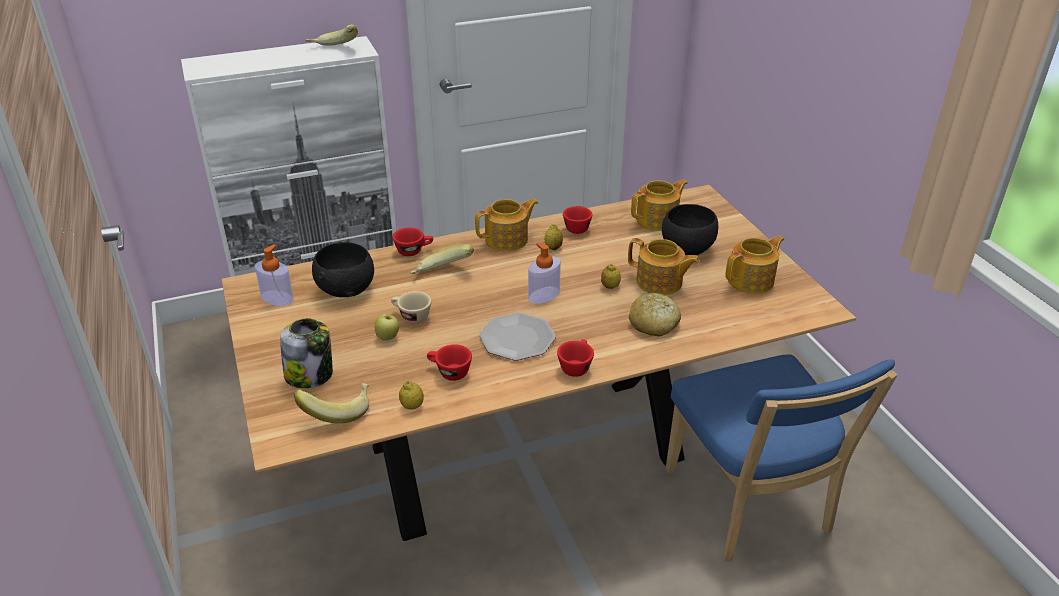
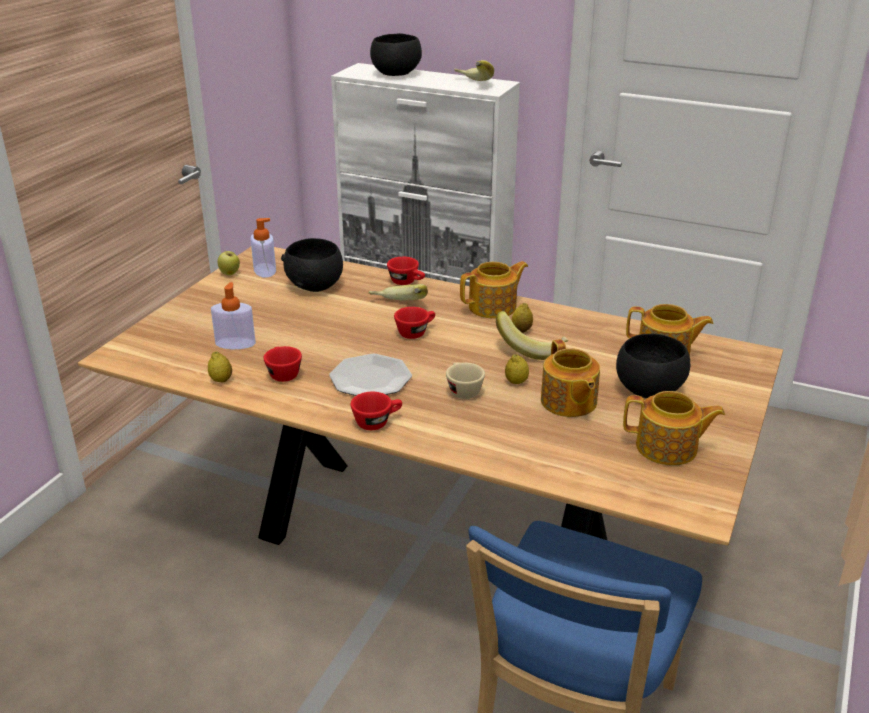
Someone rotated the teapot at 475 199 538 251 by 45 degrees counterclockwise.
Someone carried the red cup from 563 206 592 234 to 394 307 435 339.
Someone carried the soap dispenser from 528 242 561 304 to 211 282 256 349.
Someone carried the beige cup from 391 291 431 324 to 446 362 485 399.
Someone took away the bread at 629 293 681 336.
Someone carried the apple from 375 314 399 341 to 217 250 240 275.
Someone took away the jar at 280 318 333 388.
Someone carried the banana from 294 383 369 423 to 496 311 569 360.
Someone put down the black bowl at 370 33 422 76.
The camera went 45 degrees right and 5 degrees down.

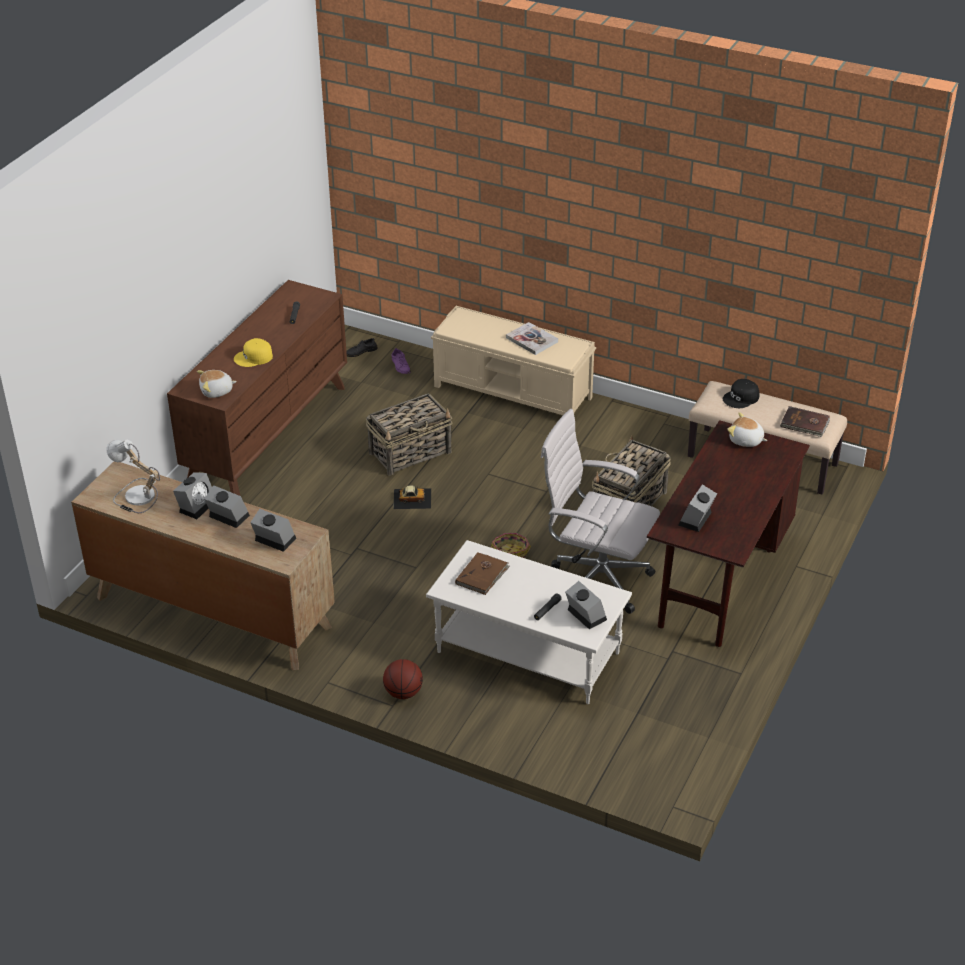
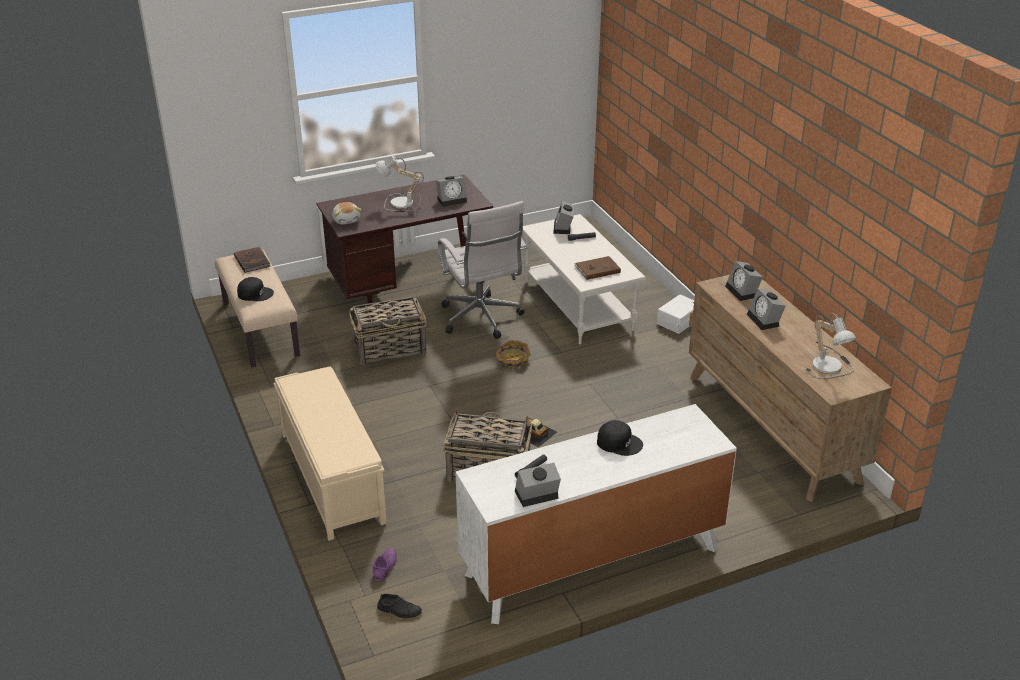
Someone repainted the brown dresser at 167 280 347 496, which became the white dresser at 455 404 737 624.
Someone took away the book at 506 322 558 355.
Someone repainted the yellow cap at 234 338 273 367, which became the black cap at 597 420 643 456.
Someone took away the plush toy at 197 370 237 398.
Someone carried the alarm clock from 173 472 212 519 to 515 463 561 507.
Someone swapped the basketball at 383 659 423 699 for the white storage box at 657 294 694 334.
Someone put down the table lamp at 375 156 424 212.
The camera went 140 degrees left and 5 degrees down.

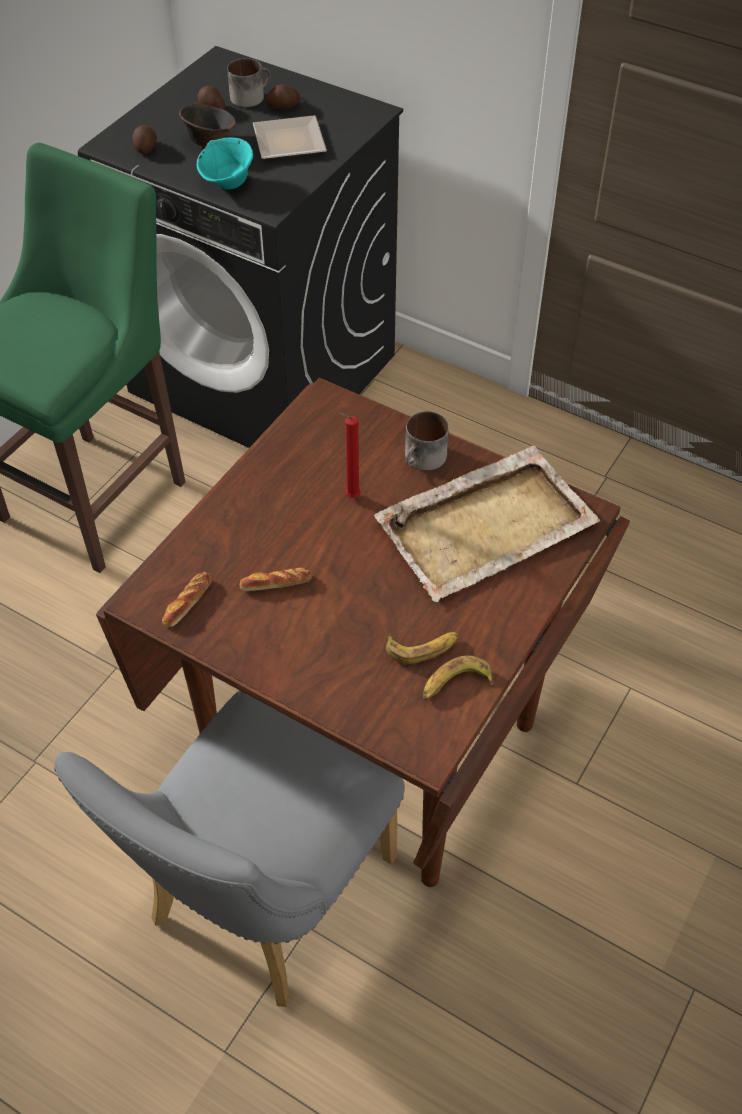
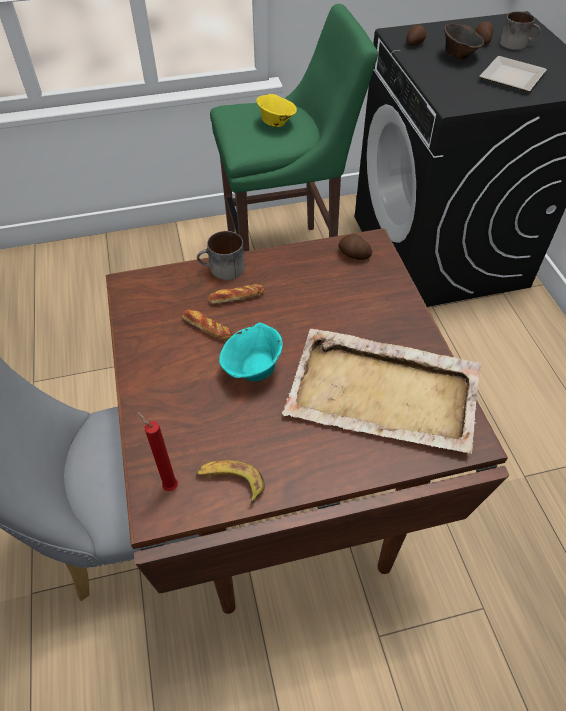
Someone carried the potato from 266 84 301 109 to 338 234 372 260.
Someone carried the turquoise bowl from 197 138 253 189 to 219 322 283 381.
Someone carried the mug from 405 411 449 470 to 197 231 245 280.
Someone carried the red candle from 338 413 360 498 to 137 412 178 491.
Someone carried the bread from 162 572 212 627 to 208 284 264 304.
Someone took away the banana at 386 632 459 664.
Someone put down the yellow bowl at 256 94 297 127.
The camera went 45 degrees right and 0 degrees up.

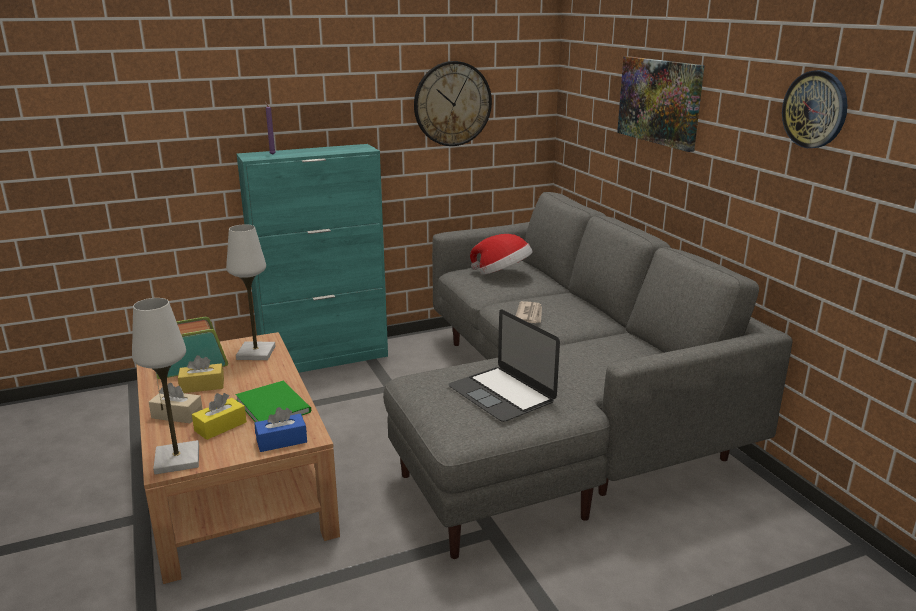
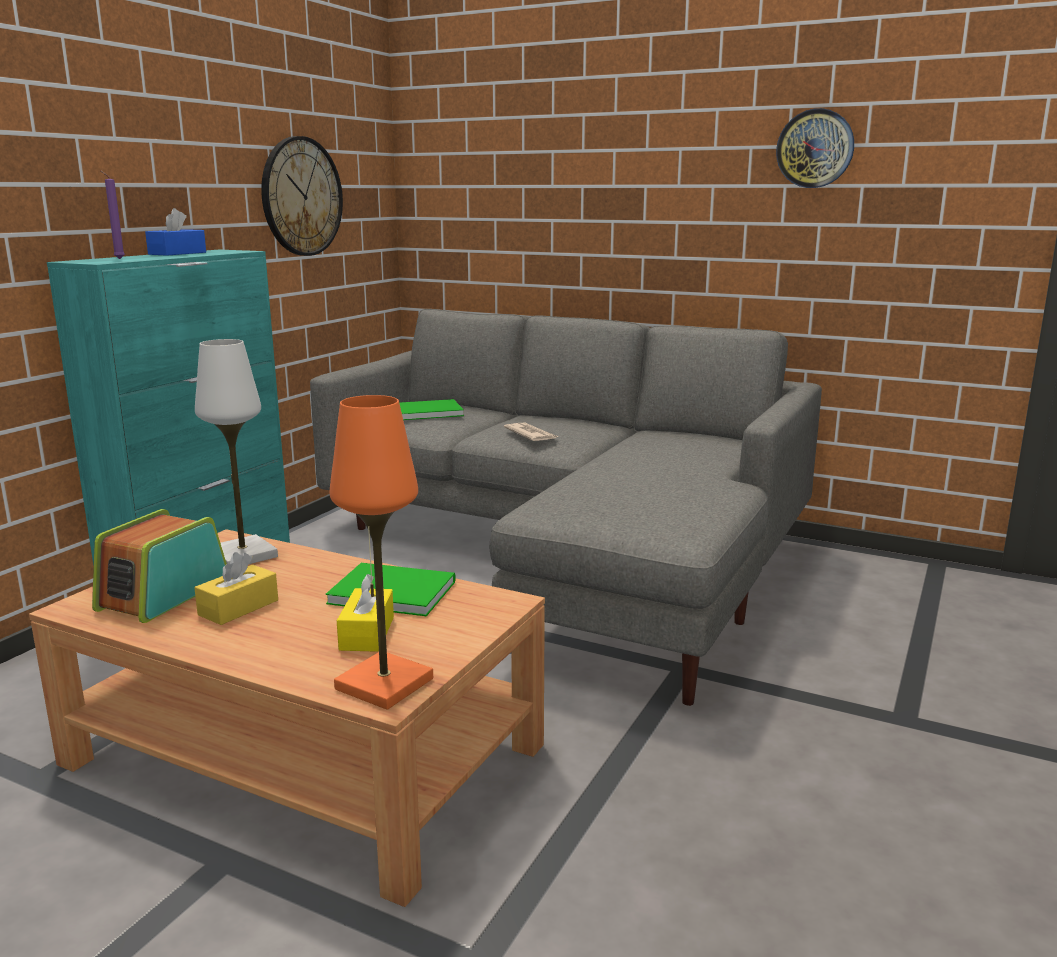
Someone took away the picture at 617 56 705 152.
Someone swapped the hat at 470 234 532 275 for the green book at 399 399 464 420.
Someone repainted the white table lamp at 132 298 199 475, which became the orange table lamp at 330 395 433 710.
Someone took away the laptop at 448 310 560 422.
Someone took away the beige tissue box at 149 383 203 424.
Someone carried the blue tissue box from 255 407 307 452 to 145 208 206 255.
The camera went 40 degrees left and 5 degrees down.

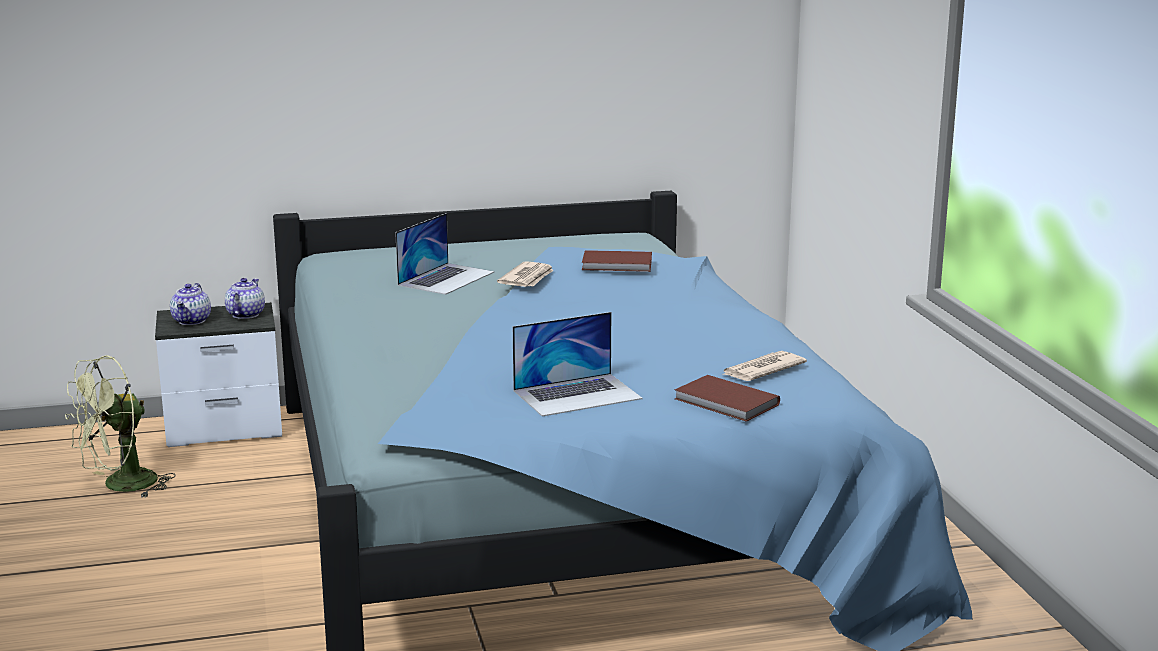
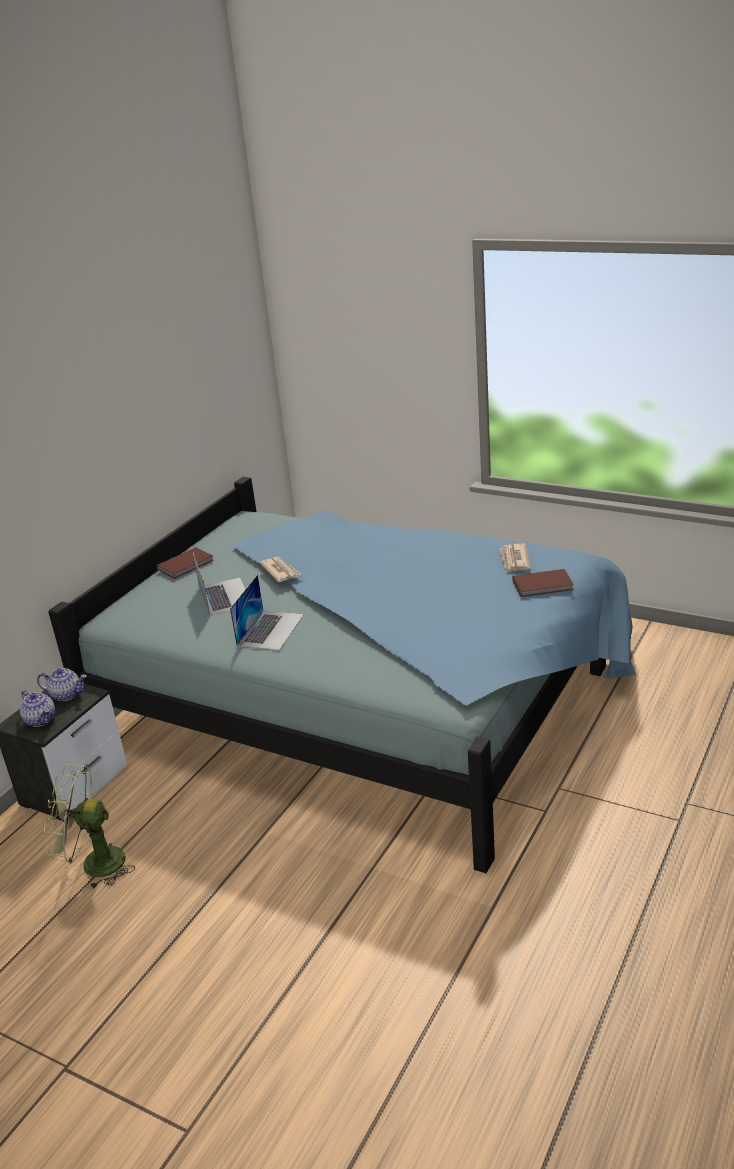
Someone carried the brown book from 582 250 652 272 to 156 547 214 579.
Someone rotated the teapot at 225 278 265 319 by 135 degrees clockwise.
Someone carried the laptop from 513 312 643 417 to 230 575 304 651.
Someone rotated the green fan at 65 355 175 498 by 90 degrees clockwise.
The camera went 45 degrees left and 10 degrees up.

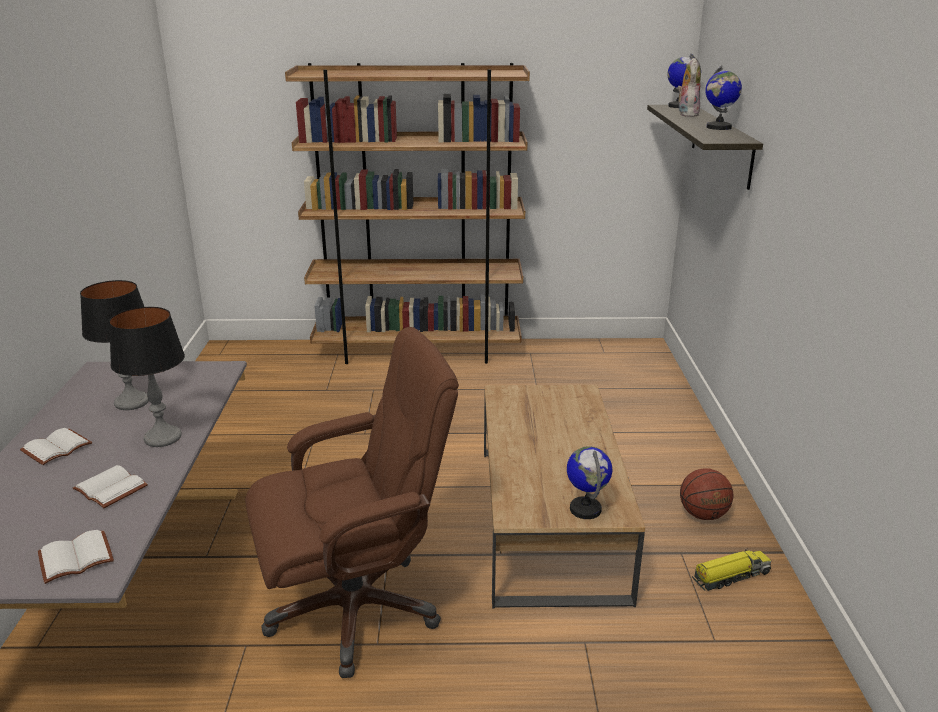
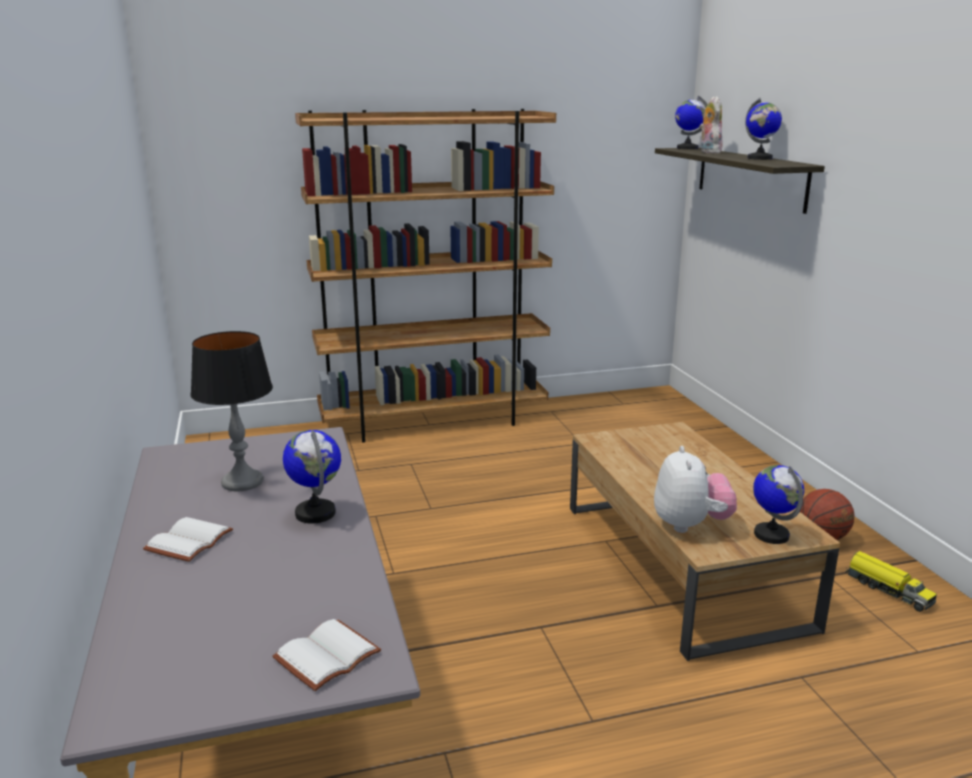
Someone swapped the table lamp at 109 307 185 447 for the globe at 283 430 341 523.
Someone took away the brown office chair at 245 327 459 678.
Someone took away the white book at 73 465 148 508.
Someone rotated the toy truck at 692 548 771 591 by 90 degrees clockwise.
Someone put down the plush toy at 654 446 737 533.
The camera went 15 degrees left and 5 degrees down.

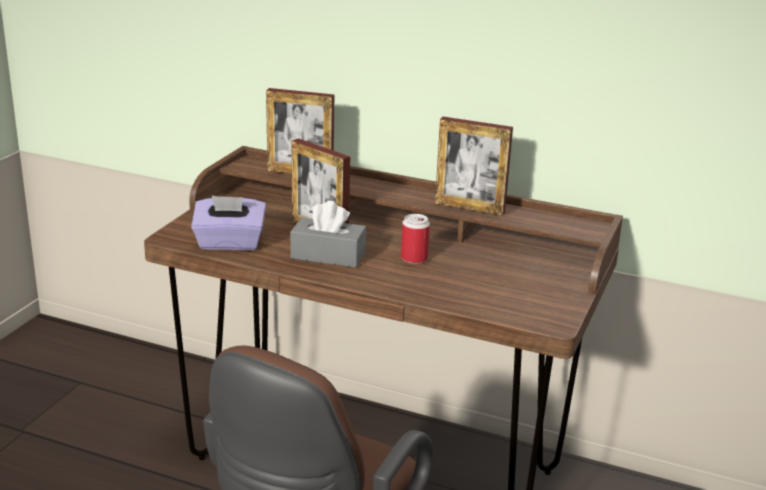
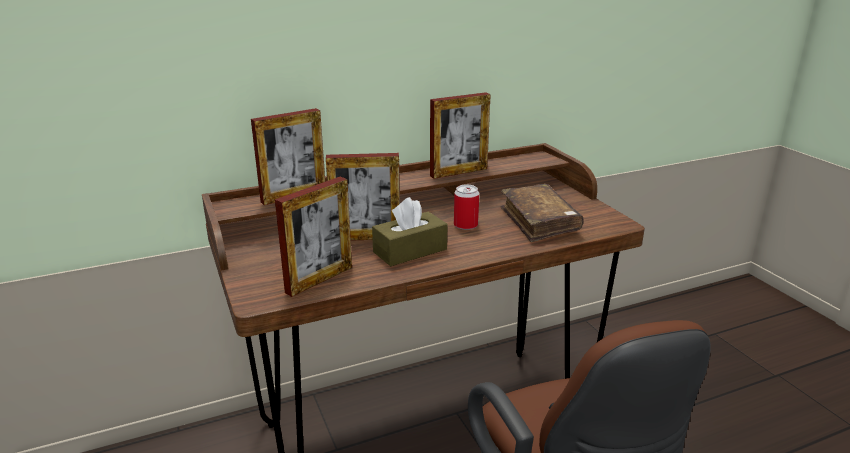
Someone swapped the purple tissue box at 191 196 266 250 for the picture frame at 275 177 352 297.
Someone repainted the grey tissue box at 290 201 366 268, which became the brown tissue box at 372 197 447 266.
Someone put down the brown book at 501 184 584 242.
The camera went 45 degrees left and 0 degrees up.

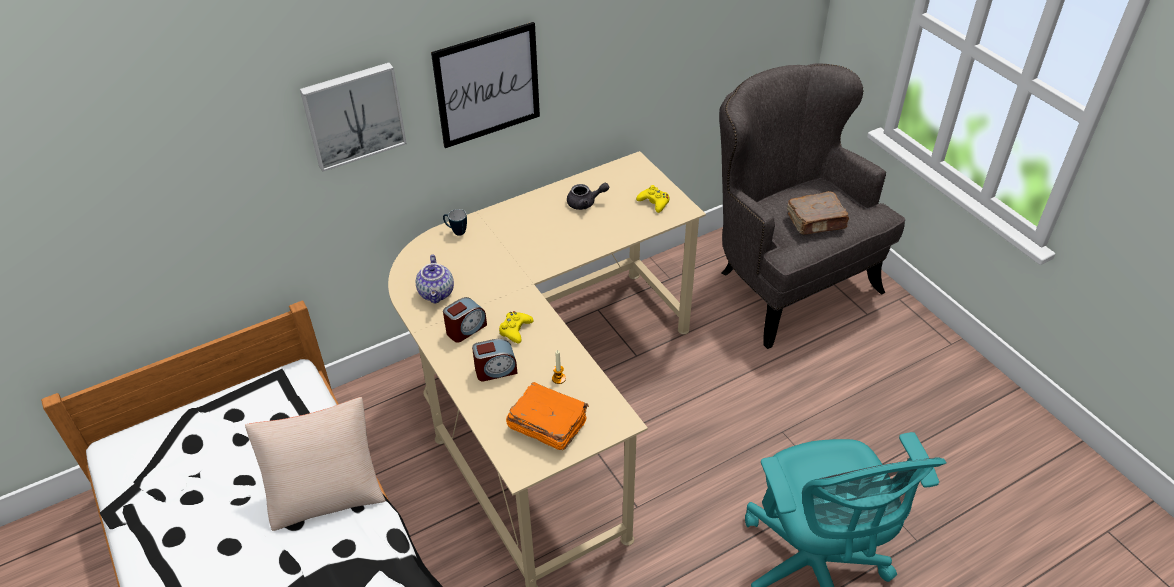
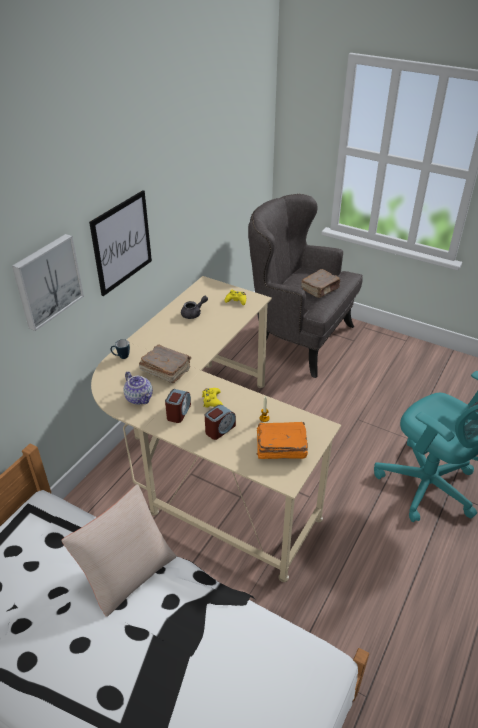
Someone put down the brown book at 139 345 191 383.
The camera went 30 degrees left and 5 degrees down.

